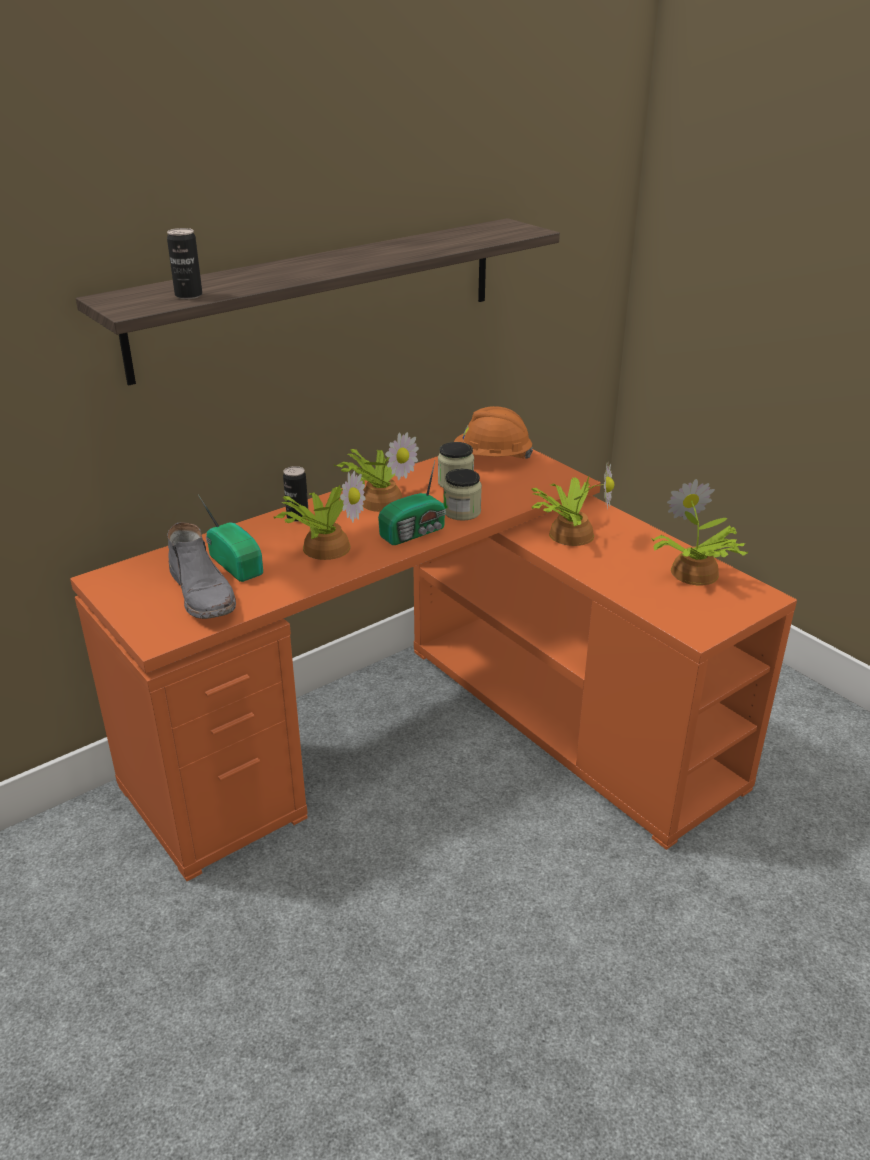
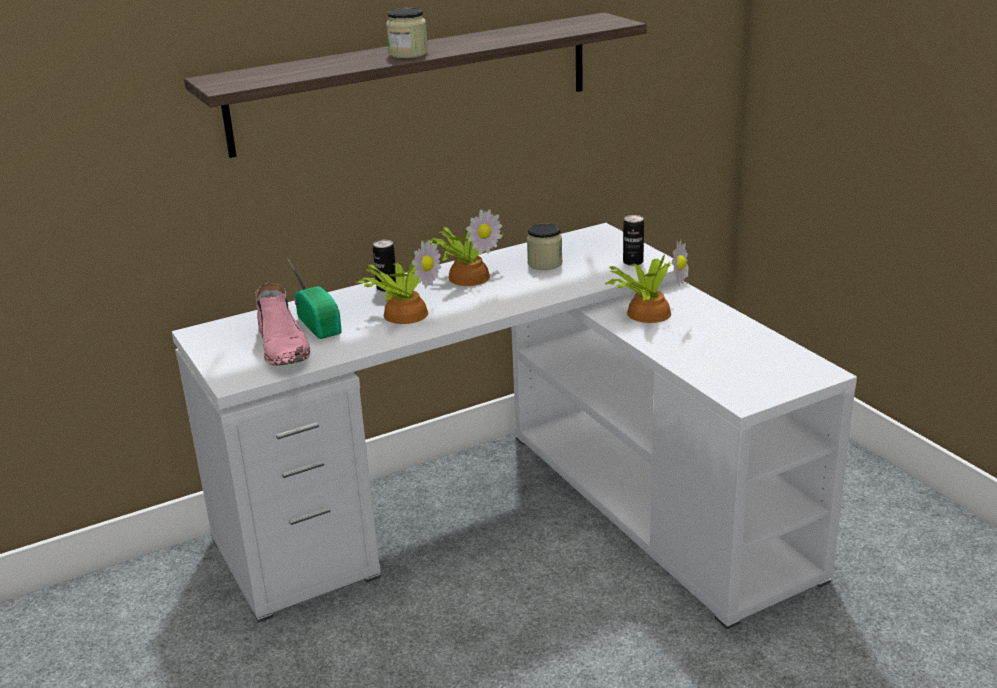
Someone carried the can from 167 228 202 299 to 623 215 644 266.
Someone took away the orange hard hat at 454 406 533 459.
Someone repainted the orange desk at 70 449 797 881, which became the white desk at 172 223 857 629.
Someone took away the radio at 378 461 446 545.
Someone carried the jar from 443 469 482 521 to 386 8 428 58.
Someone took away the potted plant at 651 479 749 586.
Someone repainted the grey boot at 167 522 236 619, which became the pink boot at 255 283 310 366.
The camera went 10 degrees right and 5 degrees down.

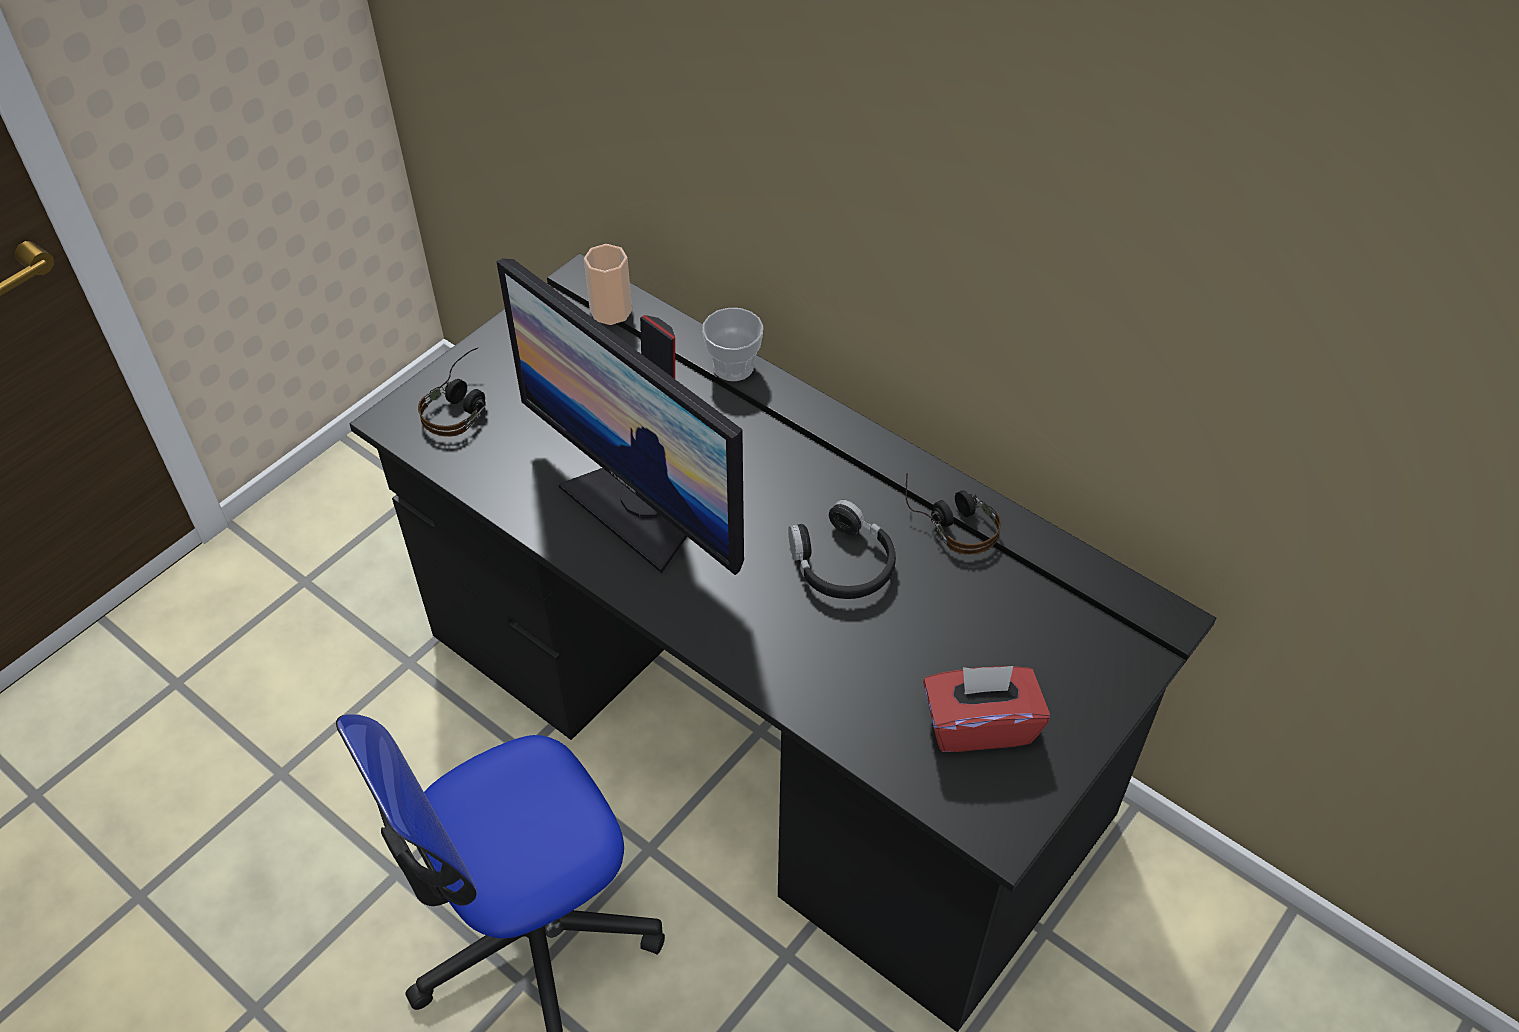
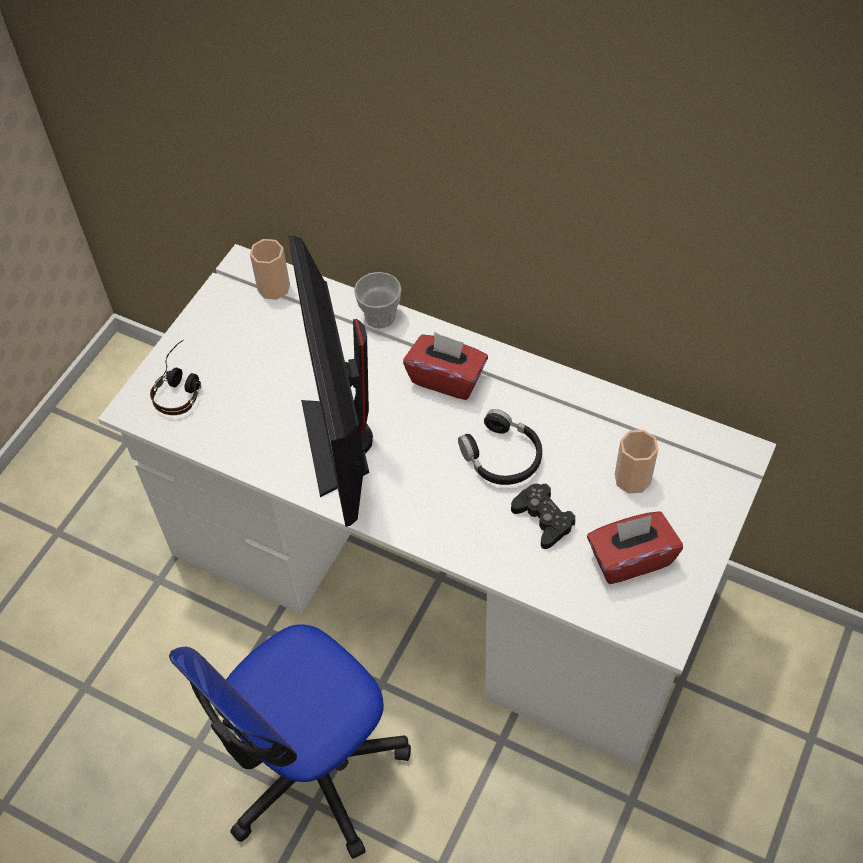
Someone repainted the black desk at 349 253 1216 1032, which became the white desk at 98 244 776 768.
Someone rotated the monitor at 496 258 744 575 by 45 degrees clockwise.
Someone took away the headphones at 905 473 1001 554.
Someone put down the red tissue box at 403 332 488 400.
Someone put down the cup at 615 430 658 494.
Someone put down the black game controller at 511 484 576 549.
The camera went 10 degrees left and 5 degrees up.

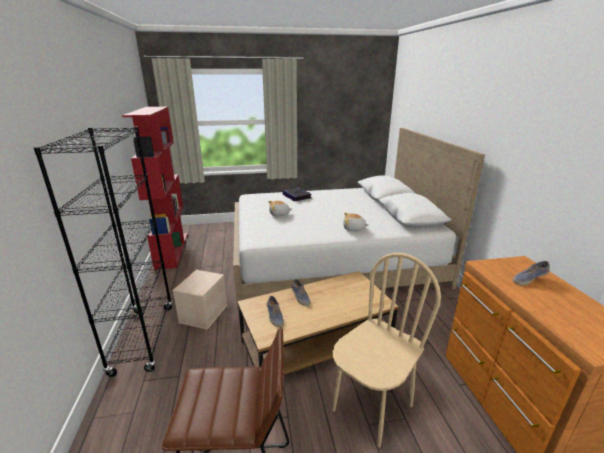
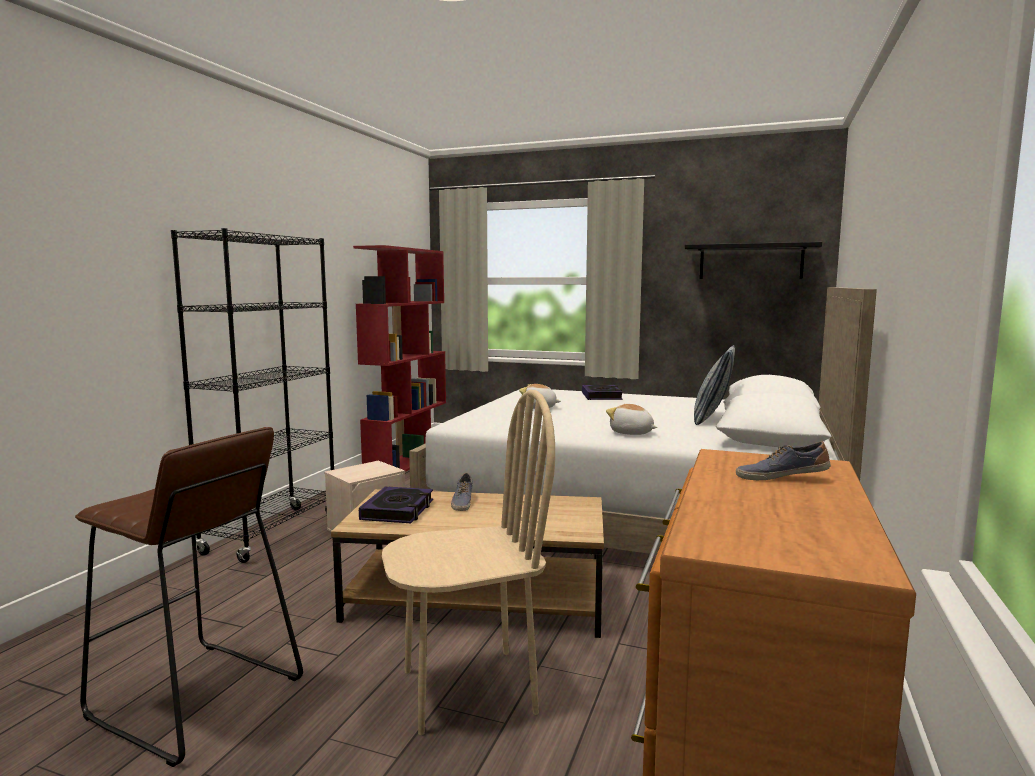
Someone swapped the shoe at 267 296 284 327 for the book at 359 486 433 523.
Someone put up the black shelf at 685 242 822 279.
Someone put down the pillow at 694 345 735 425.
The camera went 30 degrees right and 15 degrees down.

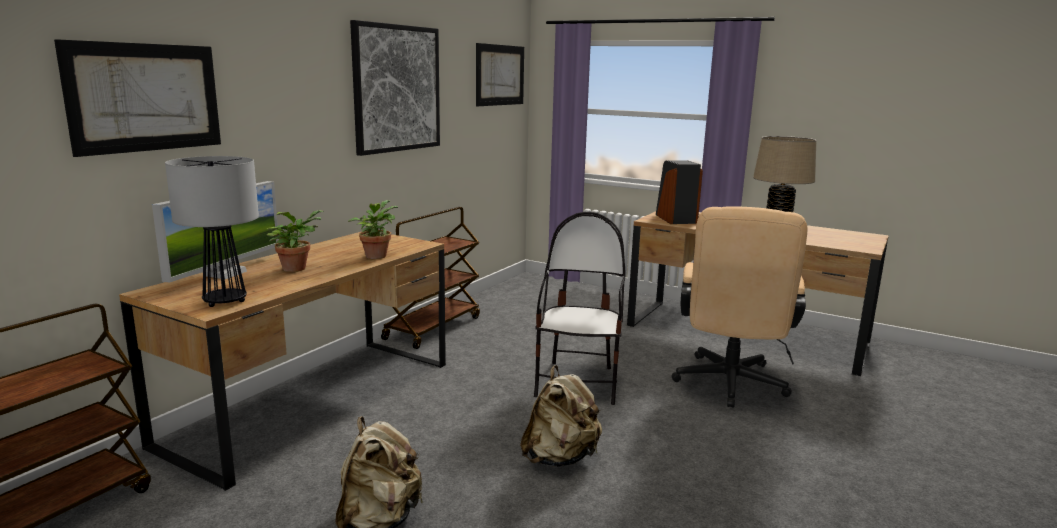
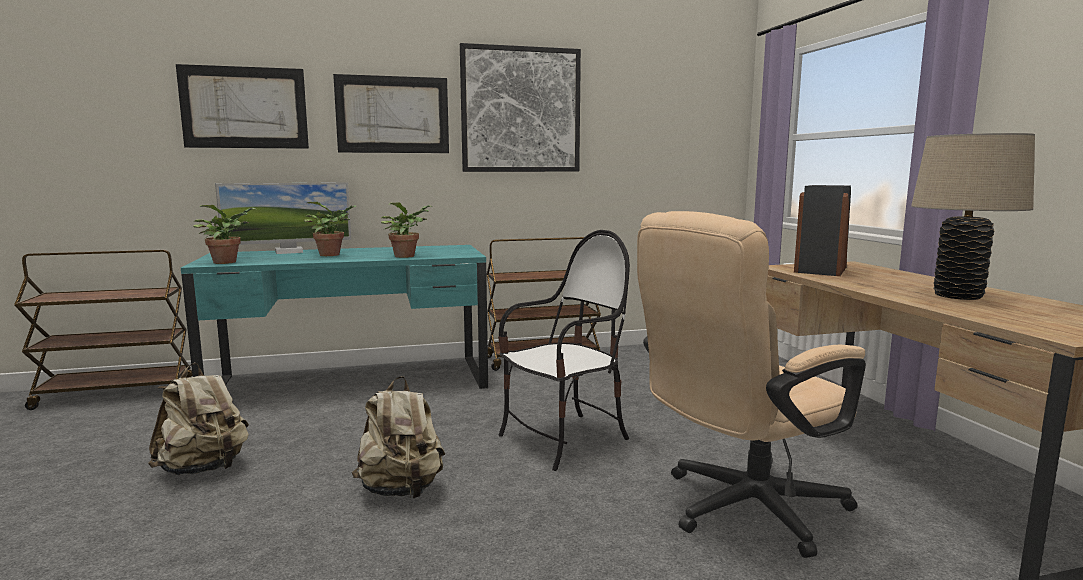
Someone carried the picture from 476 43 524 106 to 333 74 449 153.
Someone swapped the table lamp at 165 156 259 307 for the potted plant at 193 205 256 264.
Someone repainted the brown desk at 119 232 446 491, which became the turquoise desk at 181 245 488 389.
The camera went 45 degrees right and 5 degrees down.

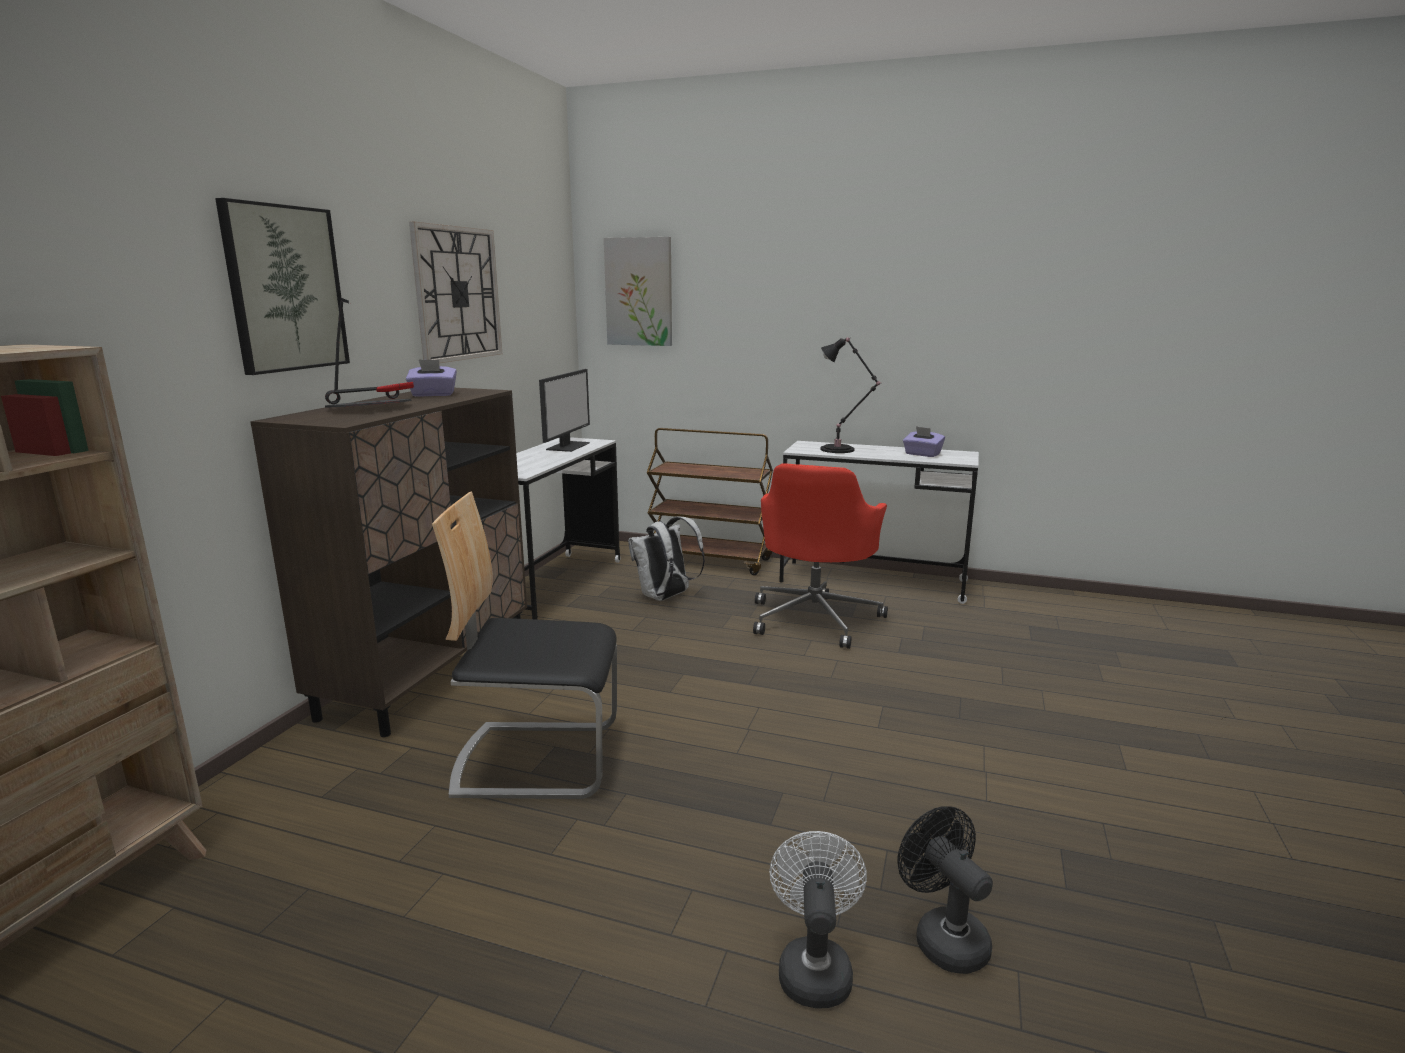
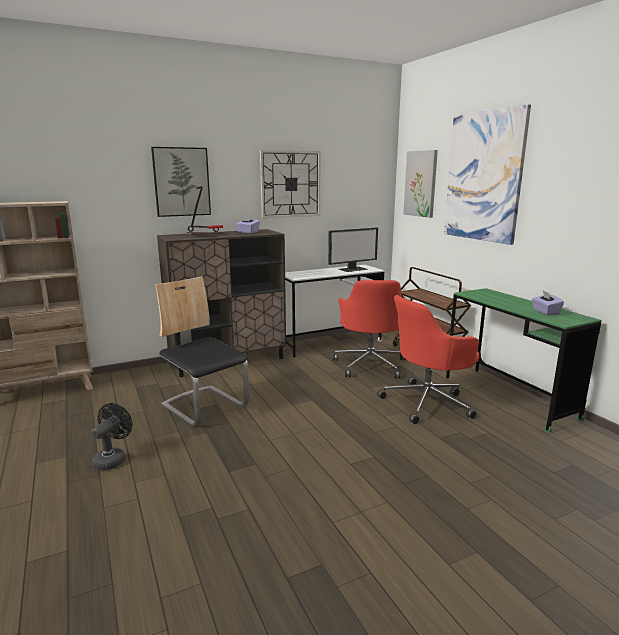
Someone took away the black table lamp at 820 337 880 453.
Someone repainted the white desk at 779 441 979 604, which became the green desk at 446 288 601 433.
Someone swapped the white backpack at 628 516 705 601 for the red office chair at 333 280 406 378.
Someone carried the black fan from 898 806 993 974 to 92 403 132 470.
Someone took away the white fan at 769 831 867 1009.
Someone put up the picture at 444 104 531 245.
The camera went 45 degrees right and 0 degrees up.

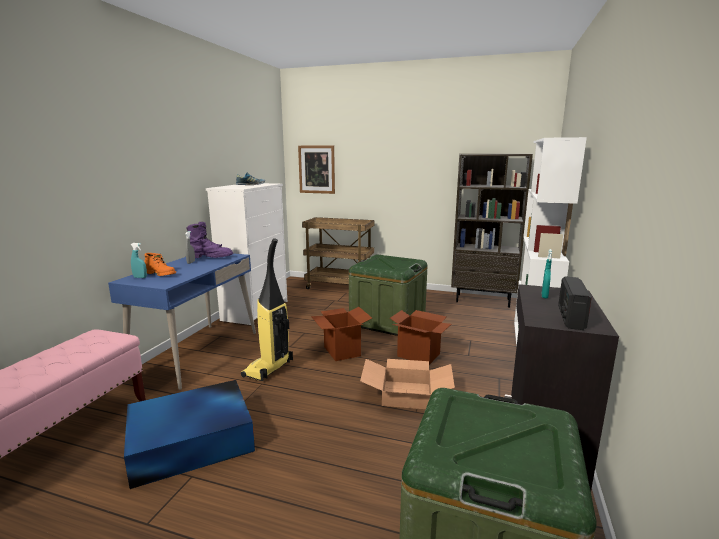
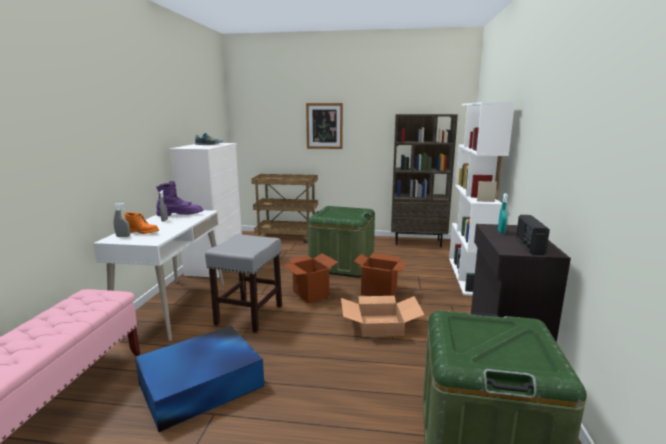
Someone carried the picture from 298 145 335 194 to 306 103 343 149.
Someone swapped the vacuum cleaner at 241 238 293 381 for the grey stool at 205 234 282 333.
Someone repainted the turquoise spray bottle at 131 243 147 278, which became the grey spray bottle at 114 203 130 237.
Someone repainted the blue desk at 108 253 256 390, which became the white desk at 93 210 224 341.
The camera went 10 degrees left and 0 degrees up.

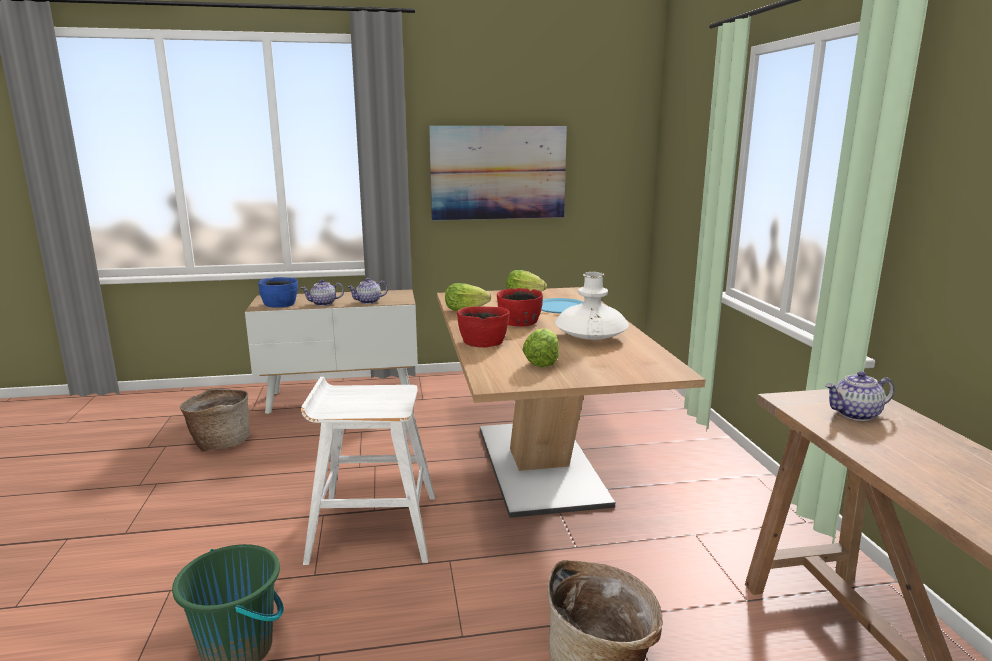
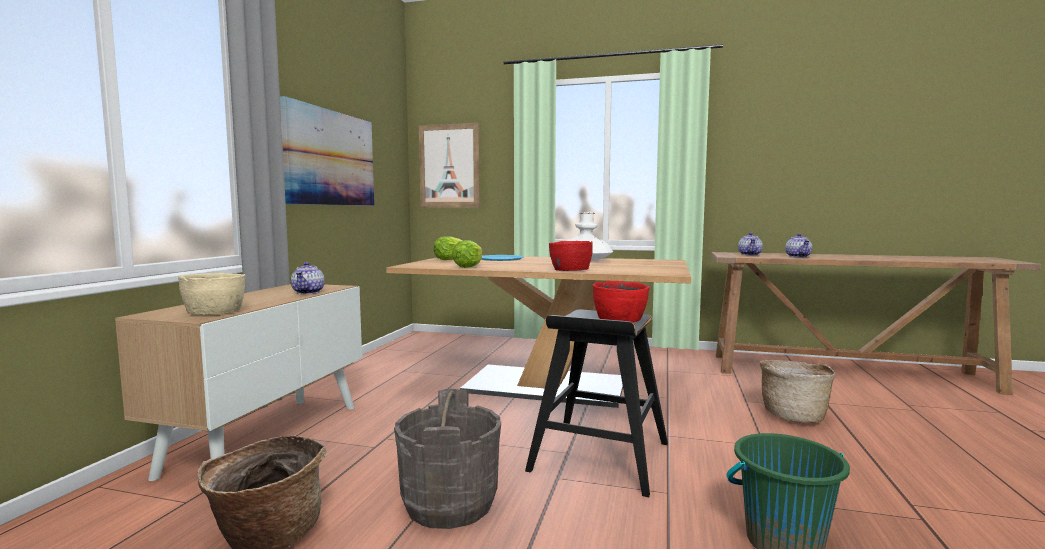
Someone repainted the blue bowl at 258 277 298 308, which became the beige bowl at 178 273 245 315.
Someone carried the teapot from 301 280 344 306 to 785 233 812 257.
Someone carried the red bowl from 497 288 543 327 to 593 281 650 322.
Someone took away the lettuce at 522 328 559 367.
Someone repainted the white stool at 301 377 435 565, which became the black stool at 525 310 668 497.
Someone put up the picture at 419 123 480 208.
Someone put down the grey bucket at 394 388 501 529.
The camera went 65 degrees left and 10 degrees down.

